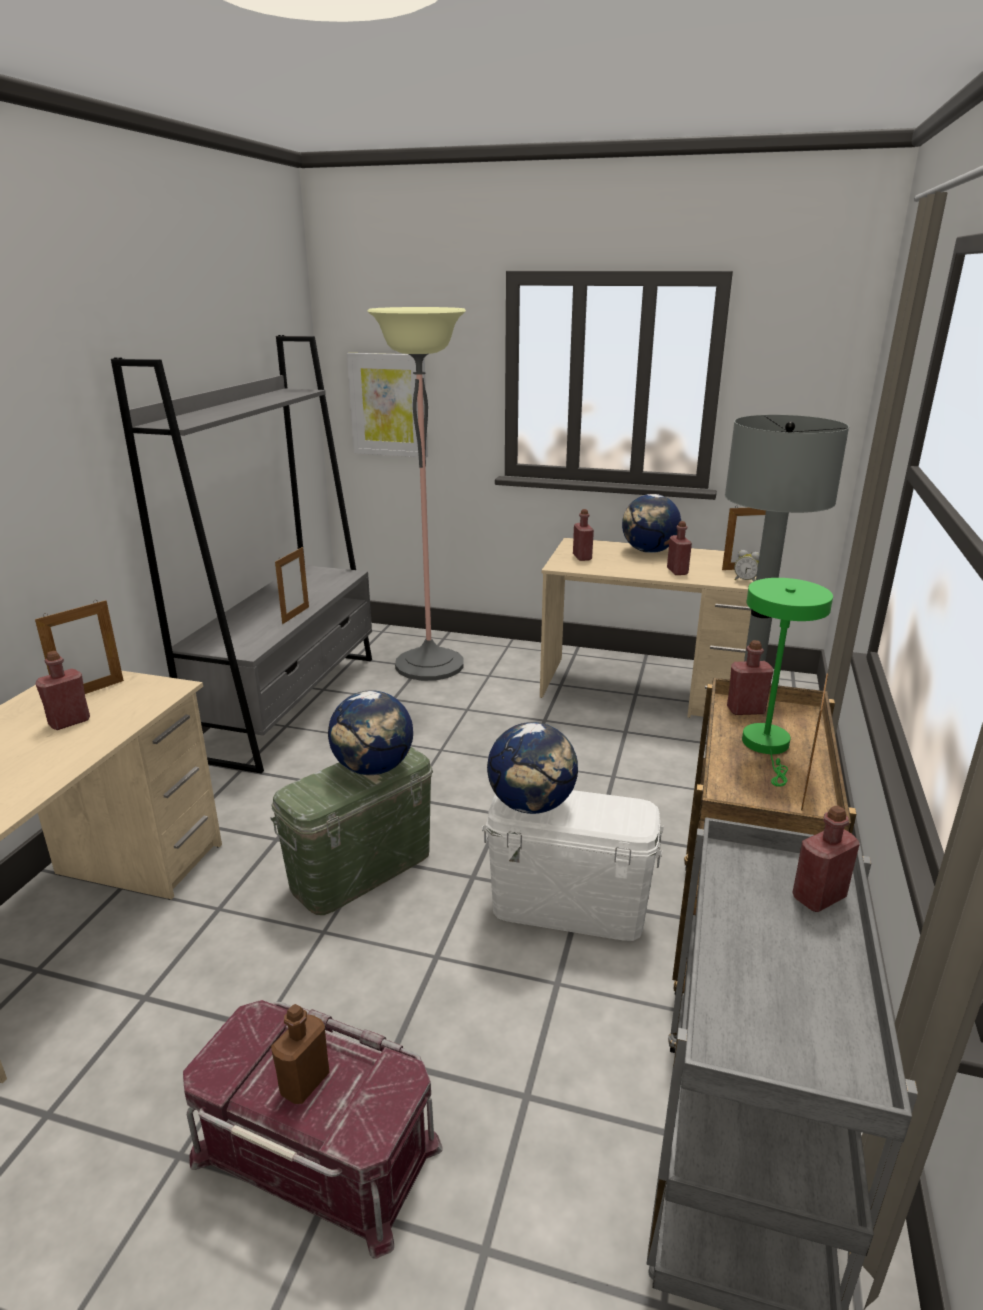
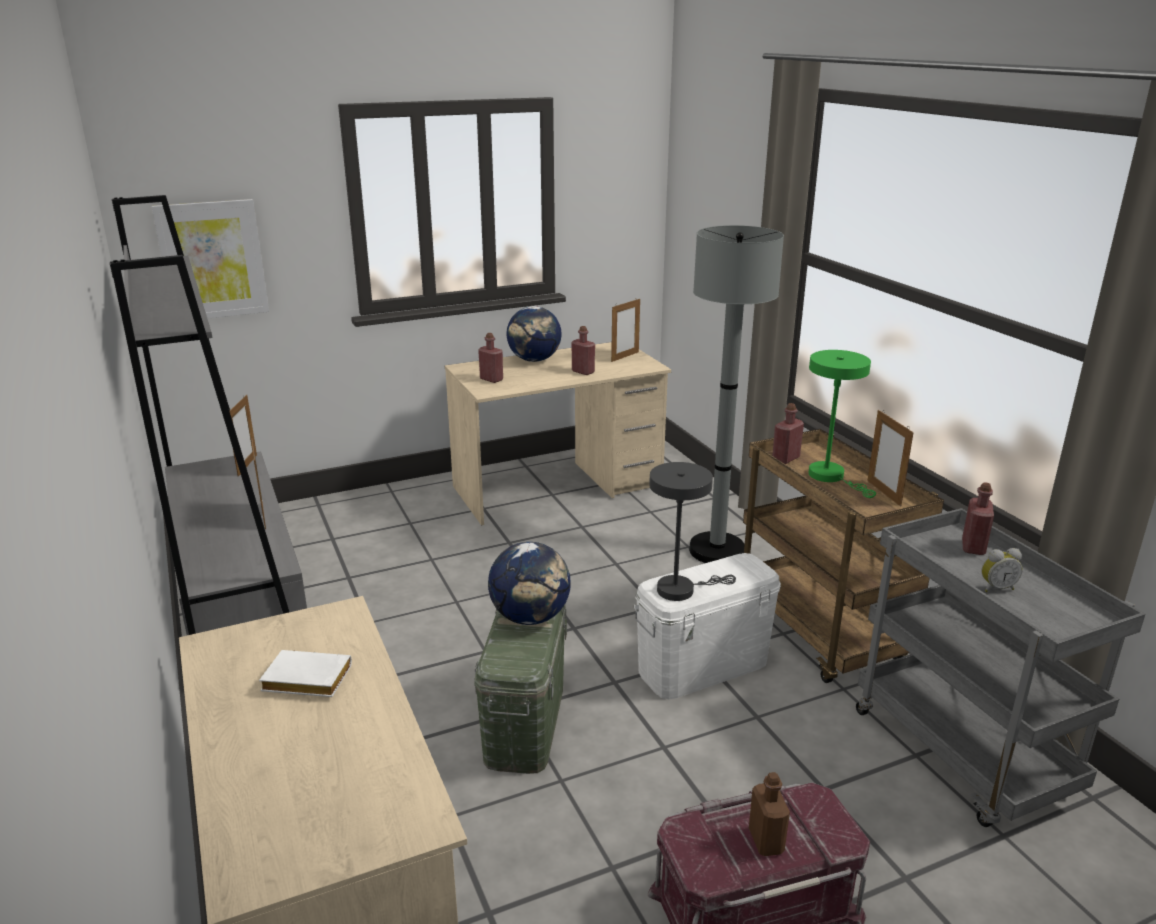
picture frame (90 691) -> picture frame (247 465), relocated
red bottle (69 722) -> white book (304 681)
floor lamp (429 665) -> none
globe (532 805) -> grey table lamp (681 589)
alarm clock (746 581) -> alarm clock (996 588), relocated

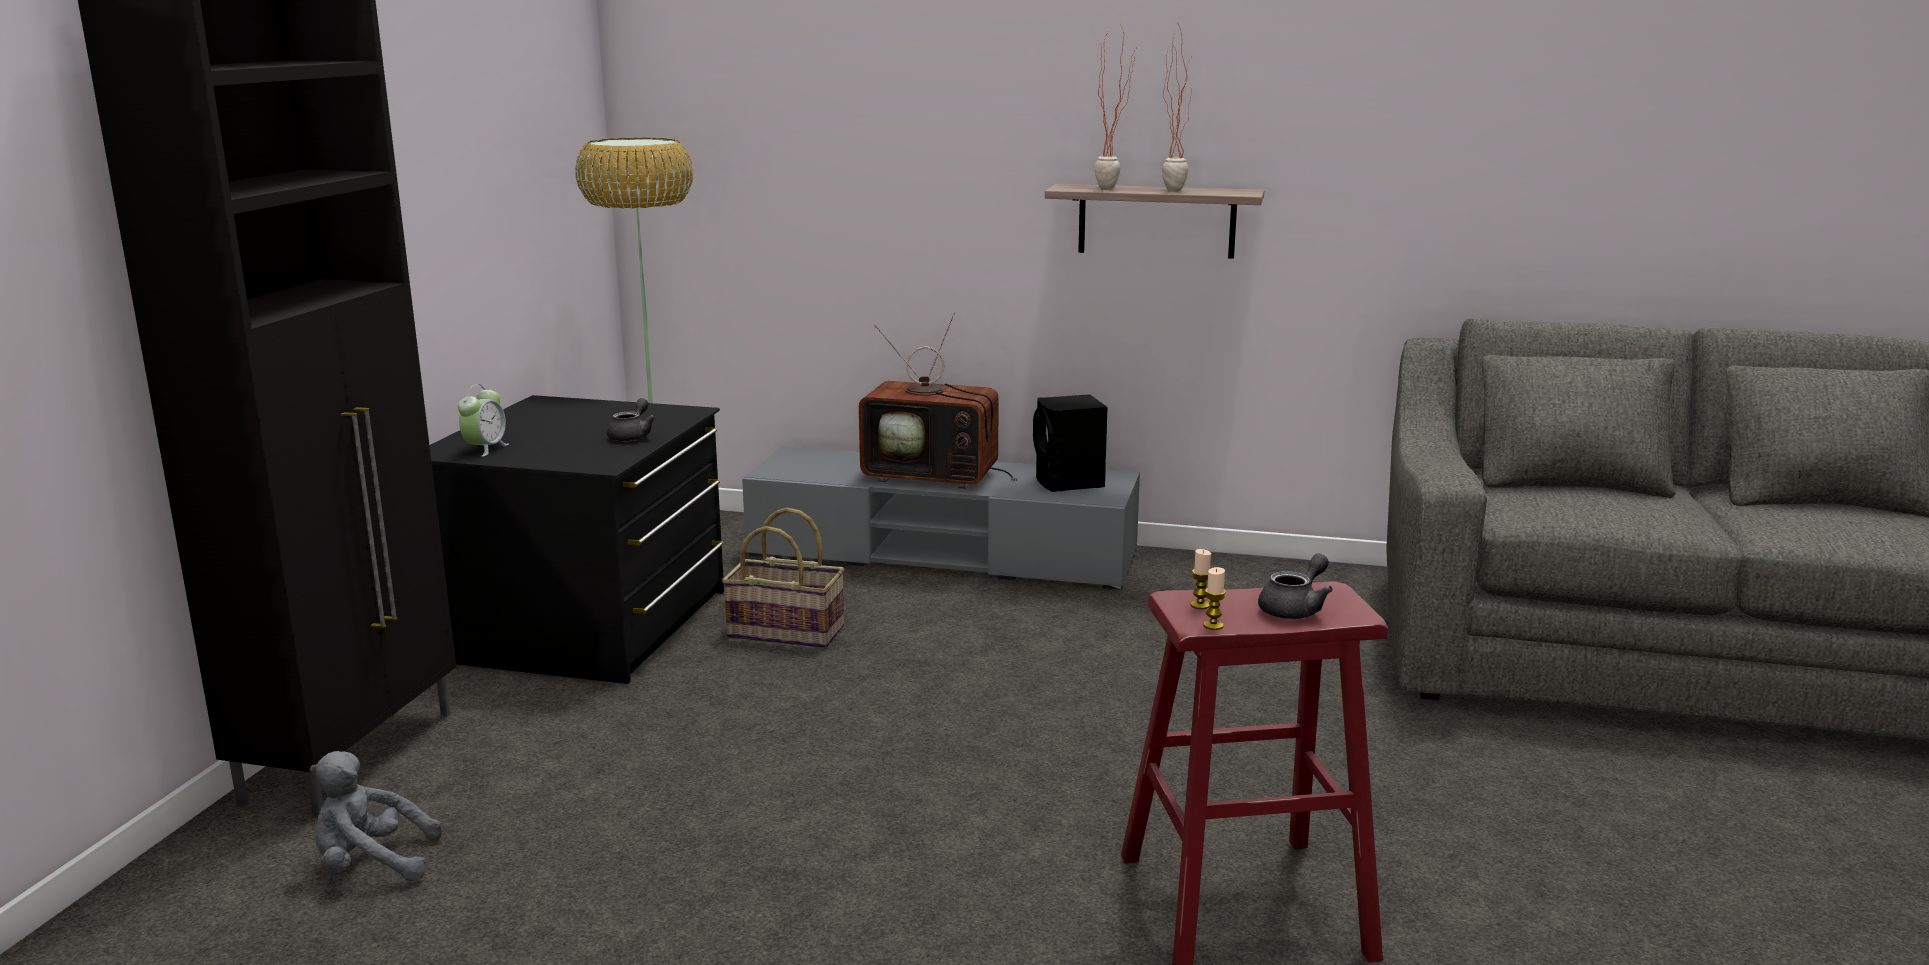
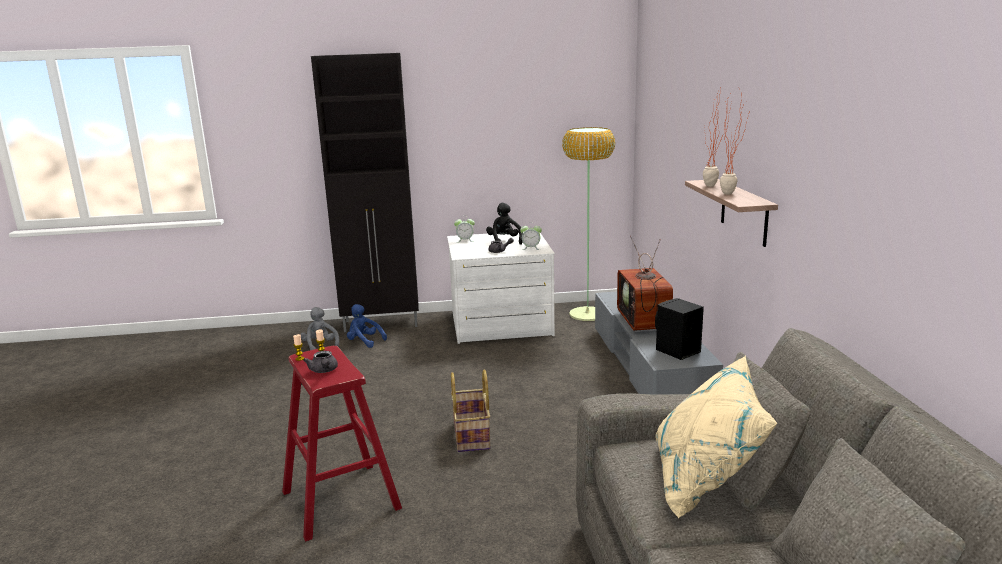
black dresser (589 625) -> white dresser (501 324)
basket (787 631) -> basket (472 435), relocated
grey teapot (1295 609) -> grey teapot (324 371), 45 degrees clockwise
none -> blue plush toy (364 342)
none -> black plush toy (504 241)
none -> alarm clock (531 248)
none -> beige pillow (705 481)

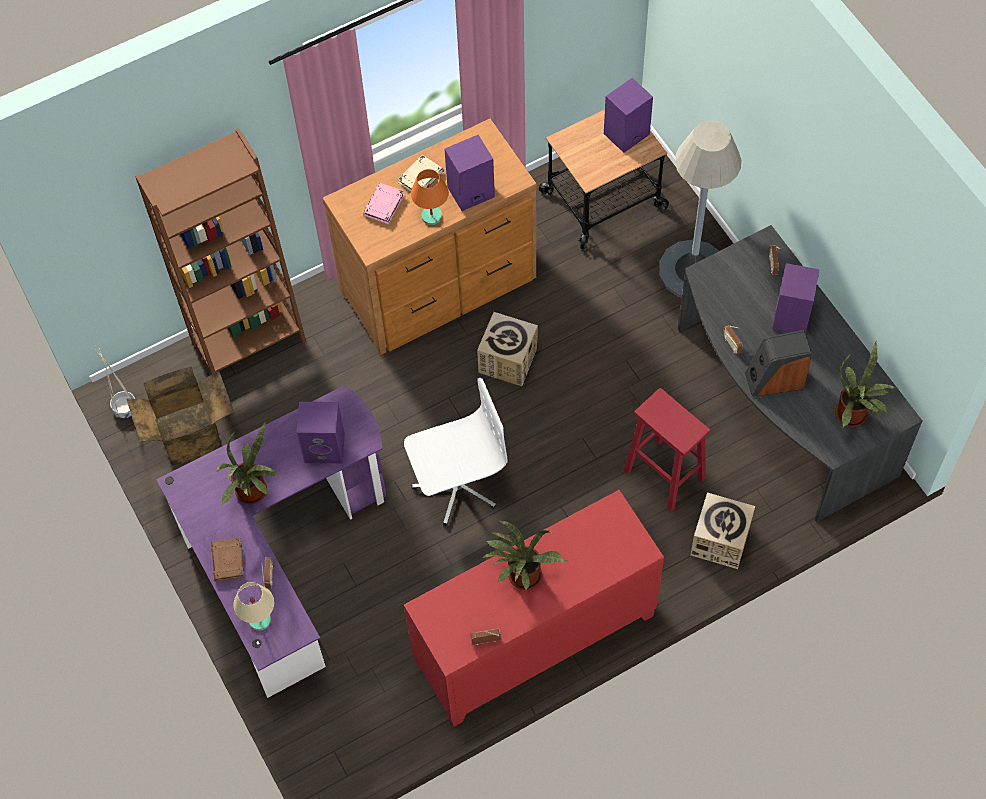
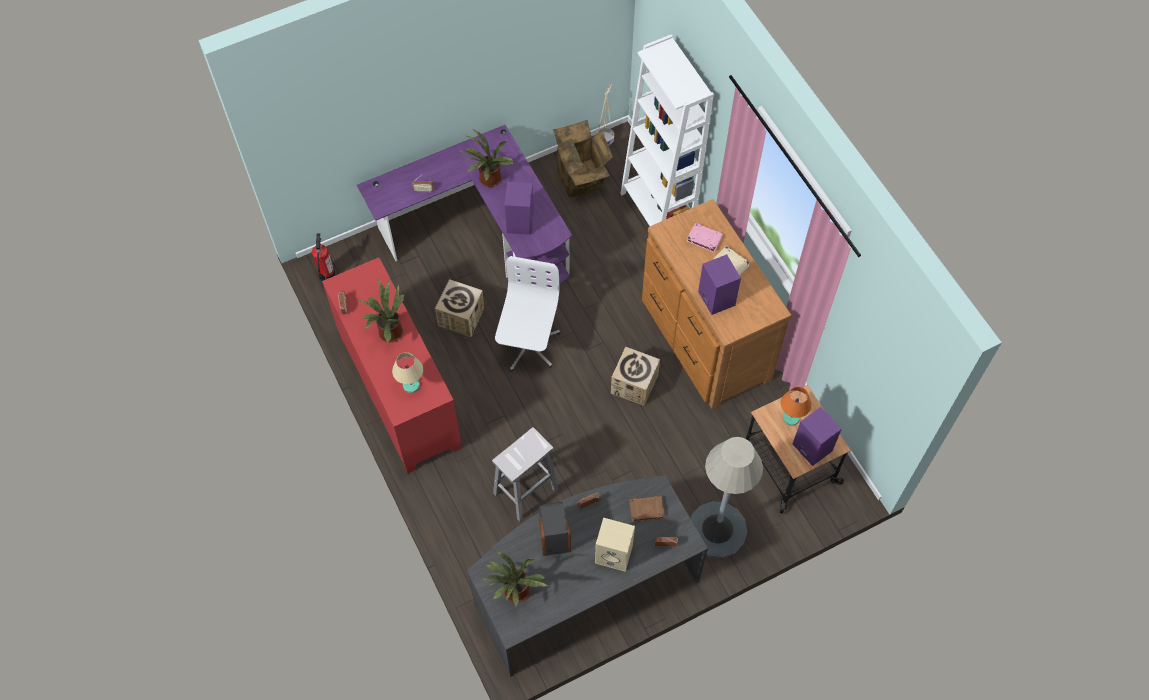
brown bookcase (249 342) -> white bookcase (657 212)
brown book (228 561) -> brown book (646 509), relocated
beige table lamp (260 620) -> beige table lamp (411 385), relocated
white office chair (456 485) -> white office chair (528 345), 150 degrees counterclockwise
orange table lamp (432 216) -> orange table lamp (791 418), relocated
red stool (663 474) -> white stool (526 490)
cardboard box (720 540) -> cardboard box (461 317), relocated
purple speaker (790 315) -> beige speaker (615 554)
none -> fire extinguisher (327 275)

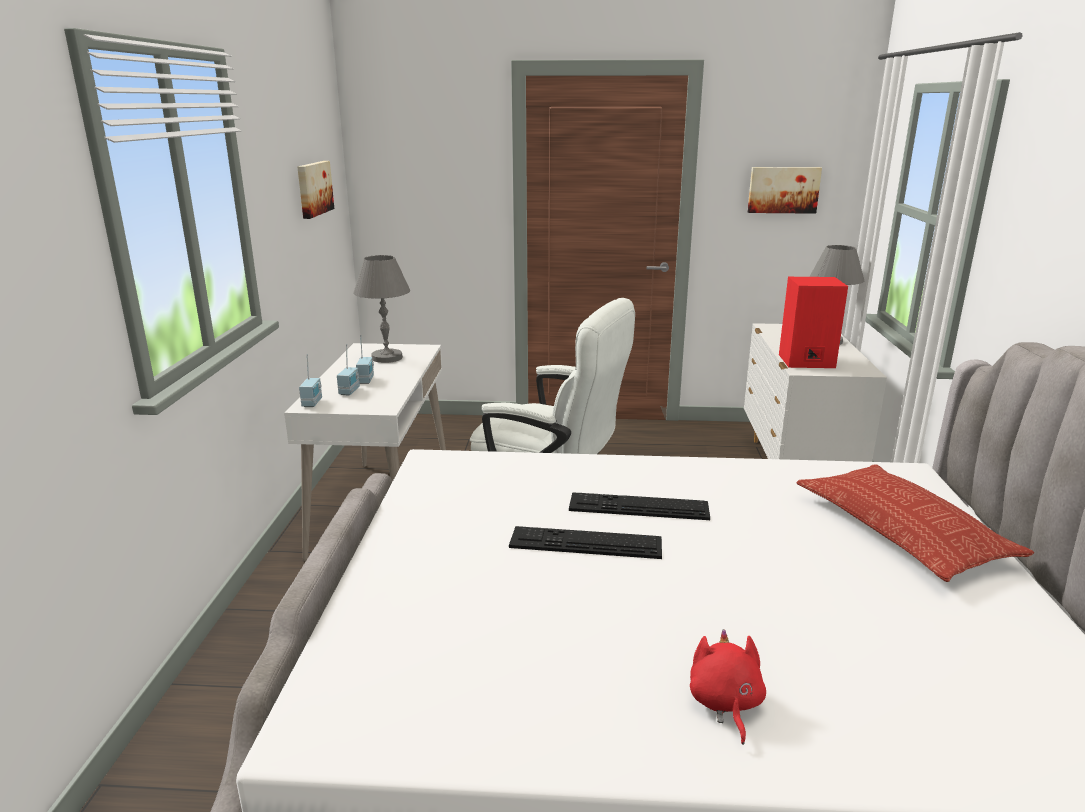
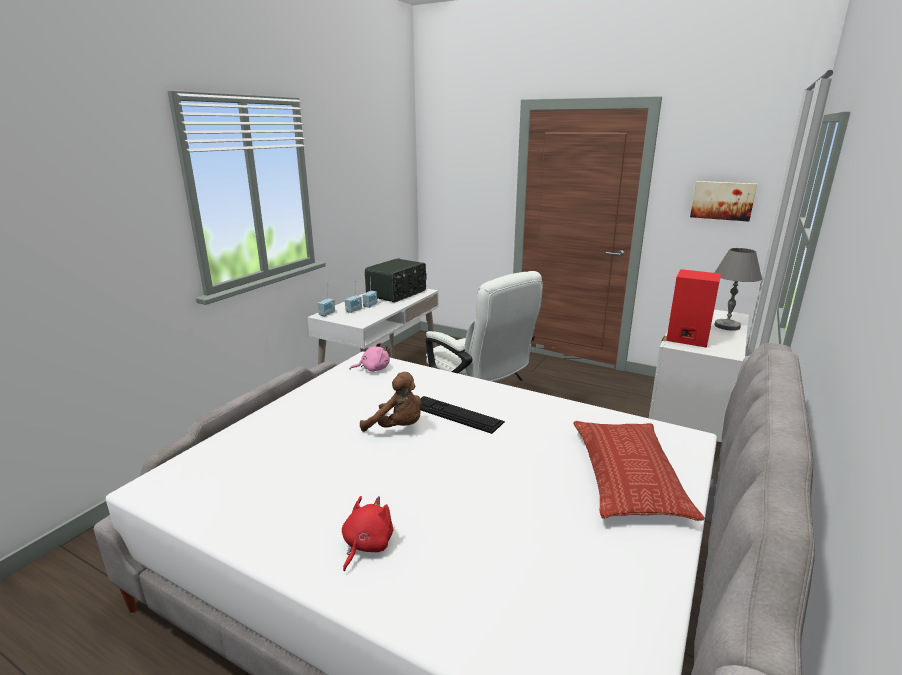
picture (313 188) -> none
grey table lamp (387 357) -> radio (397 293)
keyboard (586 542) -> brown plush toy (397 427)
none -> pink plush toy (373 369)

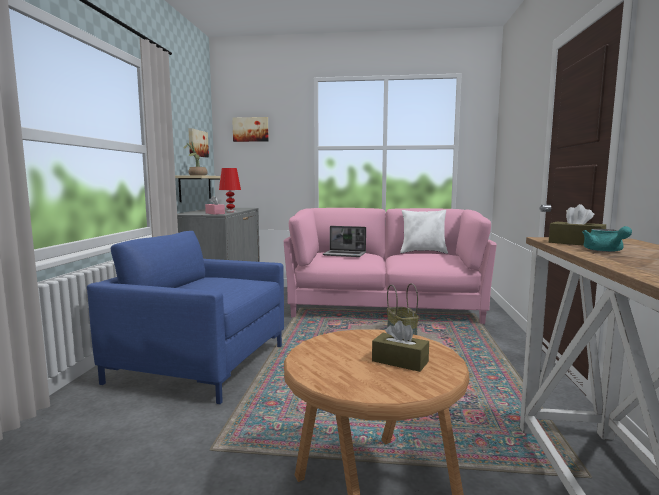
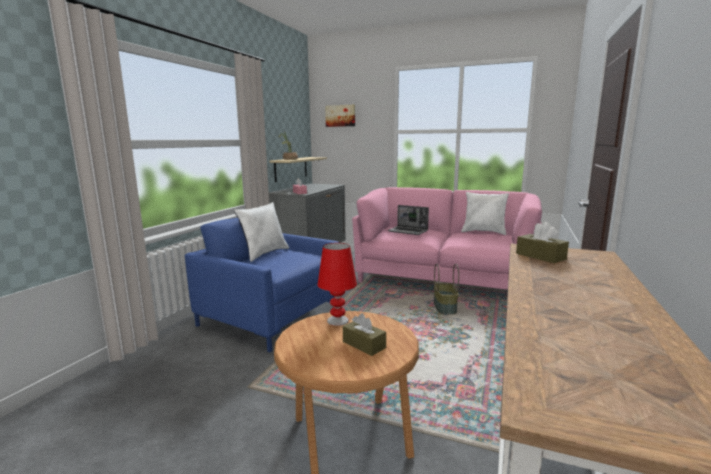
picture (197 143) -> none
red table lamp (230 211) -> red table lamp (337 320), relocated
turquoise teapot (605 251) -> none
none -> white pillow (264 253)

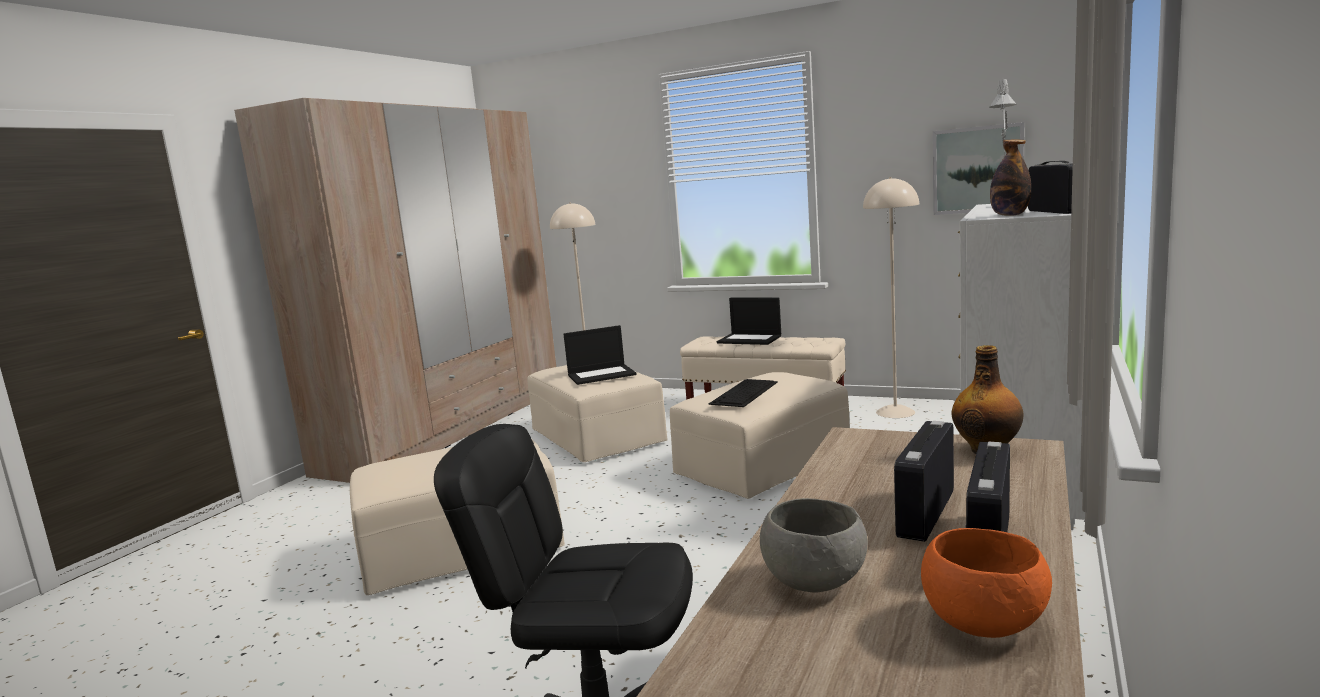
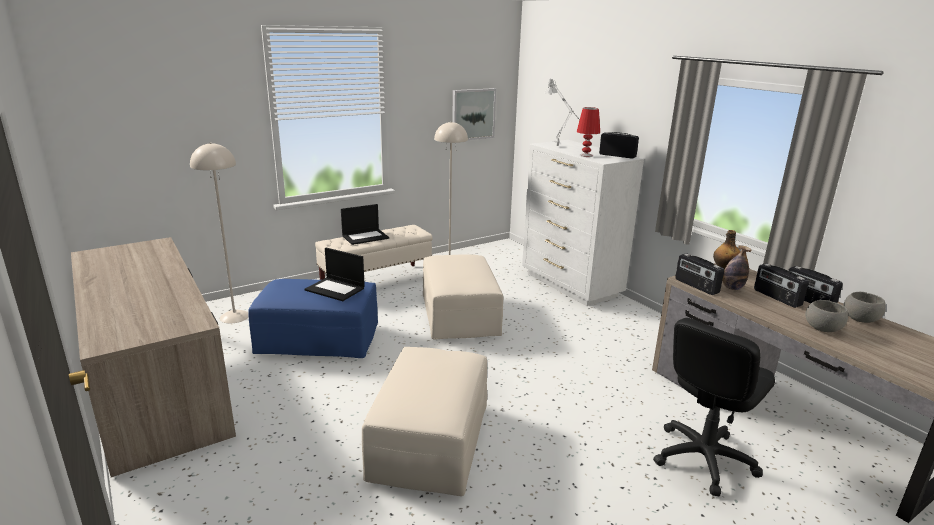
beige wardrobe (451 428) -> brown desk (156 385)
beige ottoman (597 437) -> blue ottoman (319 339)
laptop (602 375) -> laptop (336 289), 105 degrees clockwise
keyboard (744 393) -> none
orange bowl (983 623) -> grey bowl (859 319)
bottle (1009 215) -> bottle (732 288), relocated
none -> red table lamp (586 155)
none -> radio (696 286)

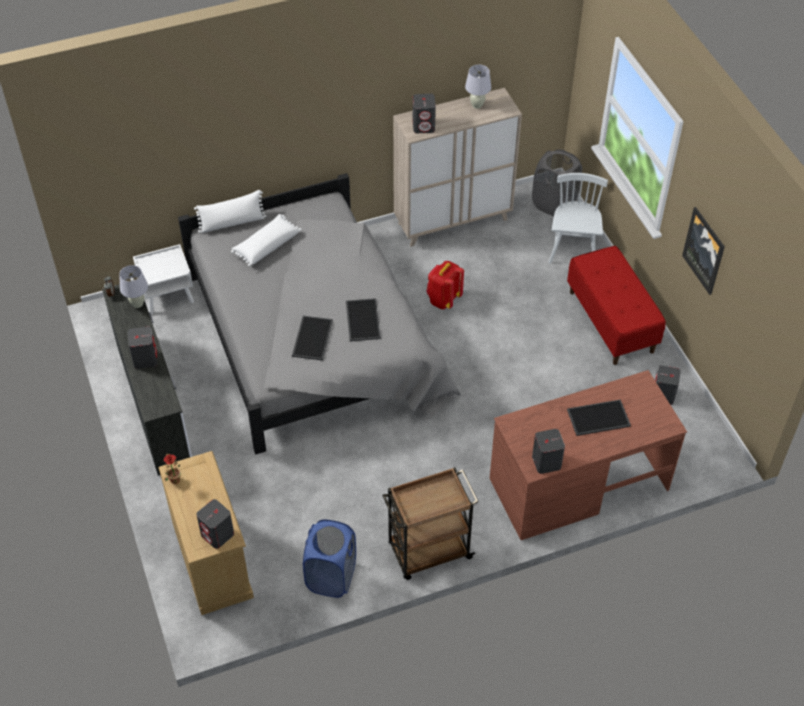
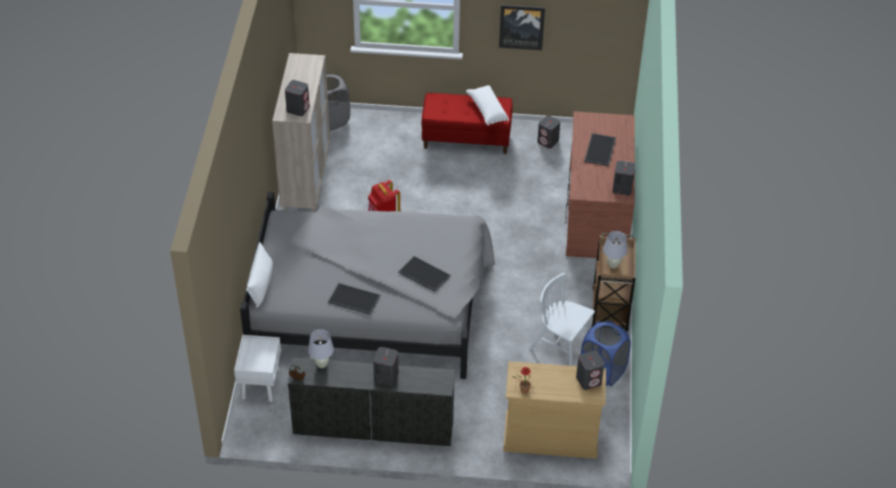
white pillow (266 245) -> white pillow (487 110), relocated
tray (362 319) -> tray (353 299), relocated
white table lamp (477 105) -> white table lamp (613 265), relocated
white chair (573 247) -> white chair (561 345), relocated

